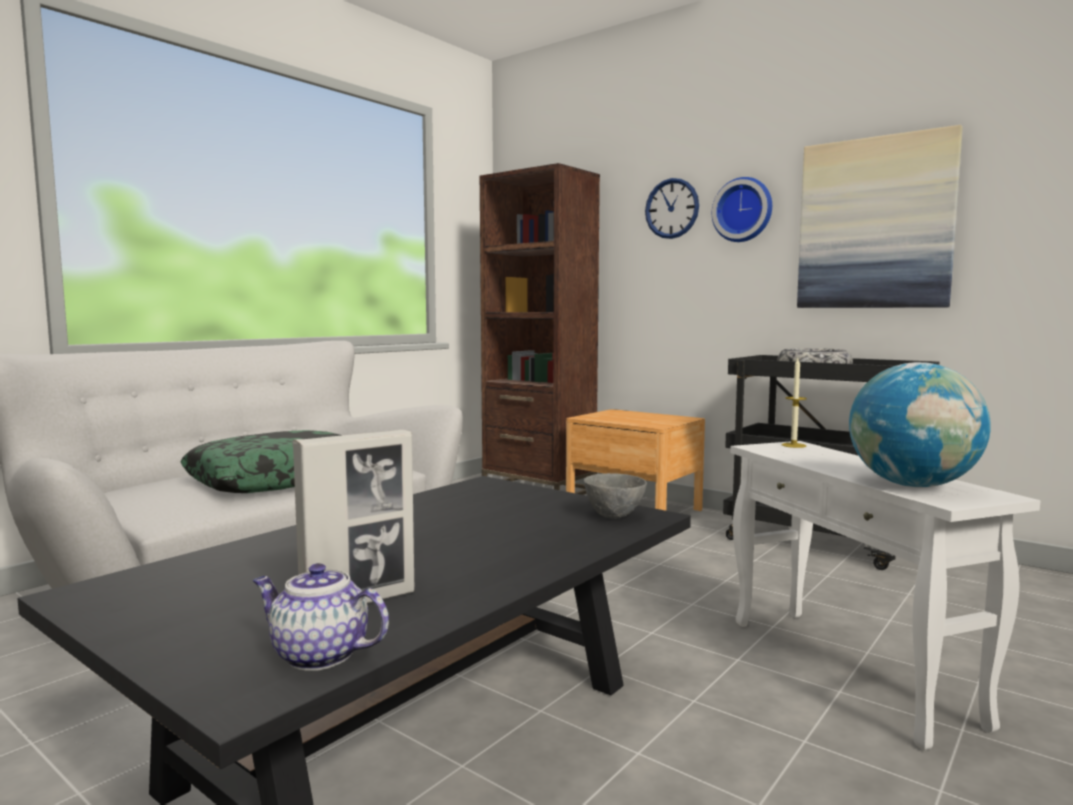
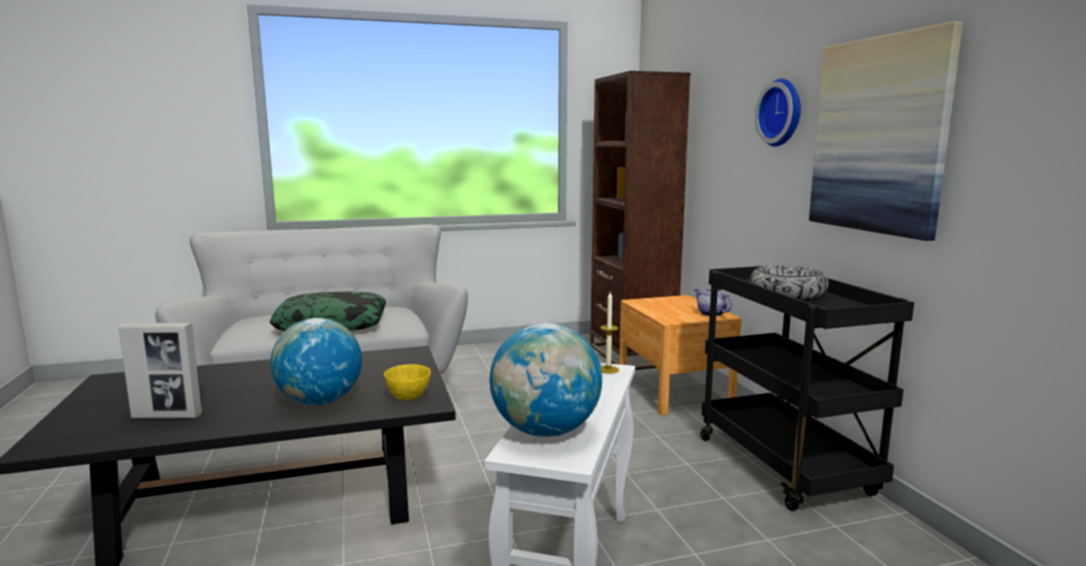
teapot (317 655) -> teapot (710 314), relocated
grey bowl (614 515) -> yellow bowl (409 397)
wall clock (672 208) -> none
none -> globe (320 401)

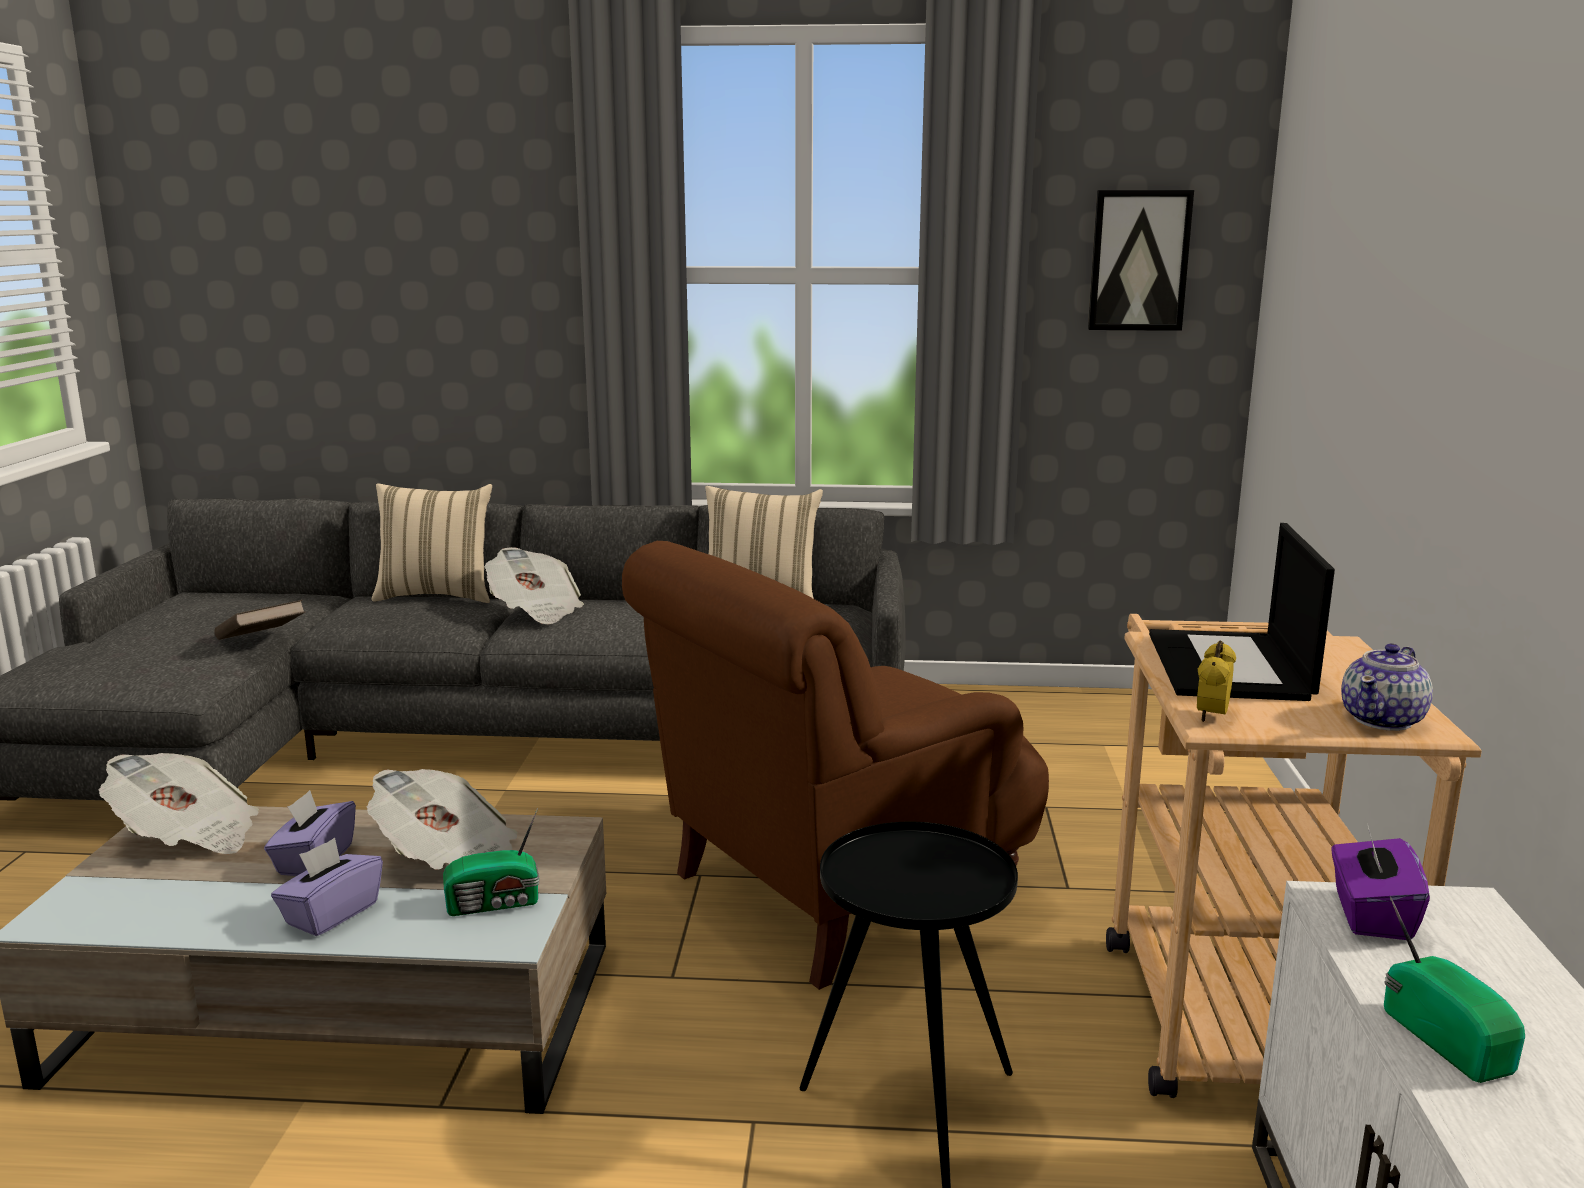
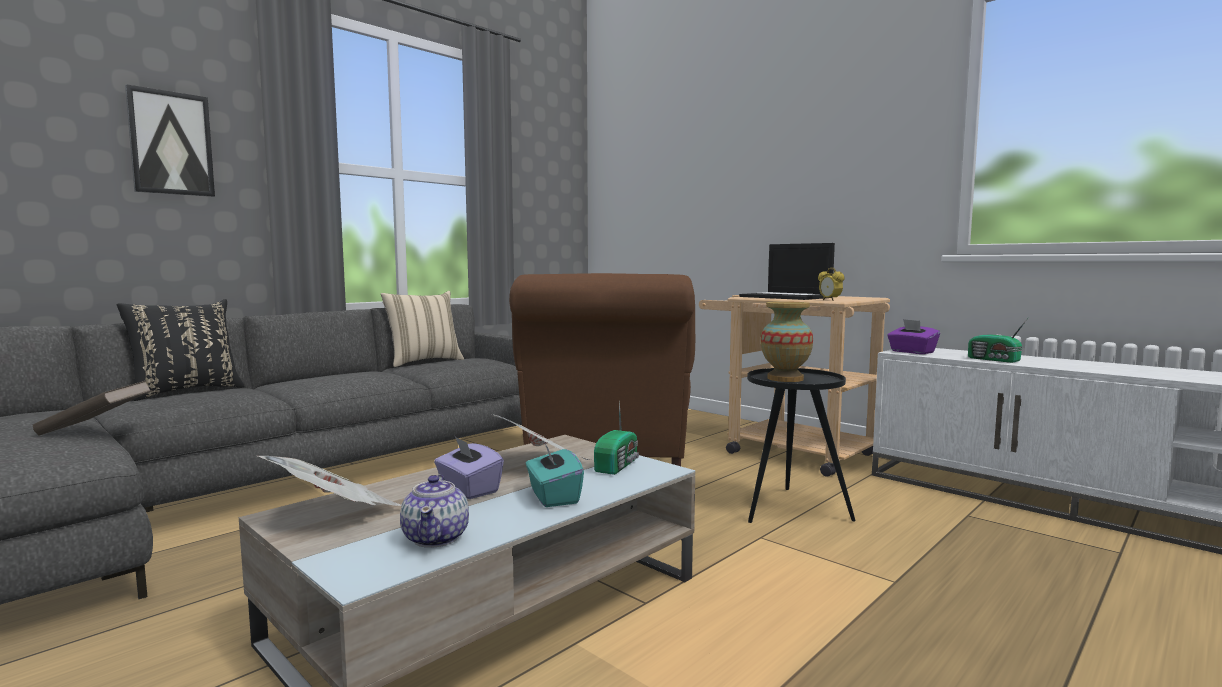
purple tissue box (331 914) -> turquoise tissue box (553 496)
beige pillow (437 595) -> black pillow (186 391)
newspaper (536 610) -> none
picture (1139 260) -> picture (171 143), relocated
teapot (1383 720) -> teapot (436 538), relocated
radio (1446 1039) -> radio (994 360), 150 degrees counterclockwise
none -> vase (785 379)

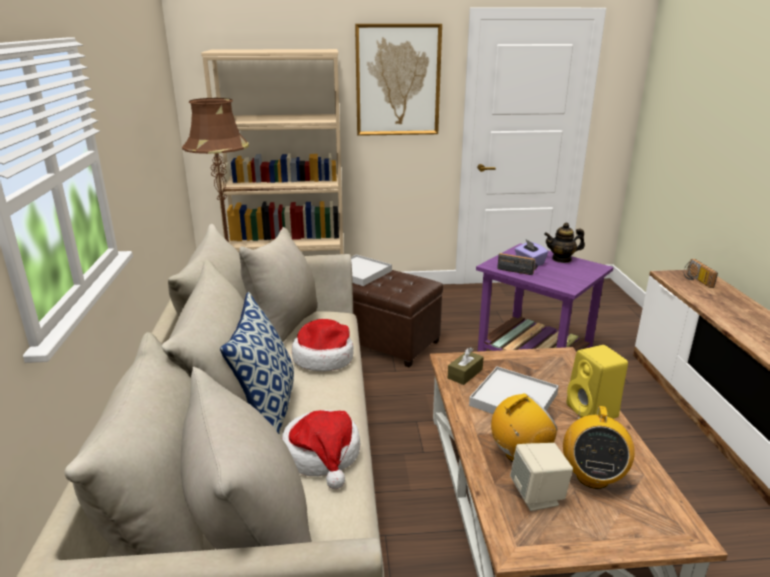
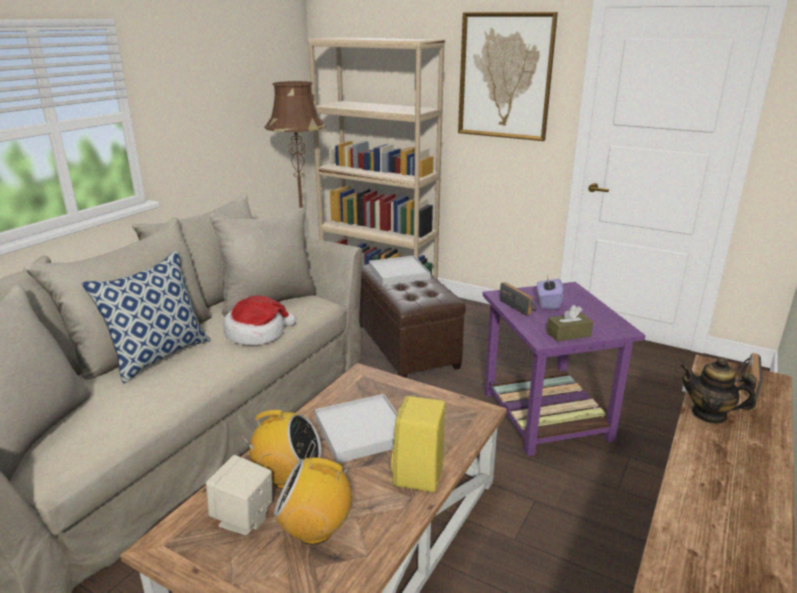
hat (323 455) -> none
brown tissue box (465 374) -> brown tissue box (568 334), relocated
teapot (562 259) -> teapot (709 414), relocated
radio (592 477) -> radio (315 530), 45 degrees clockwise

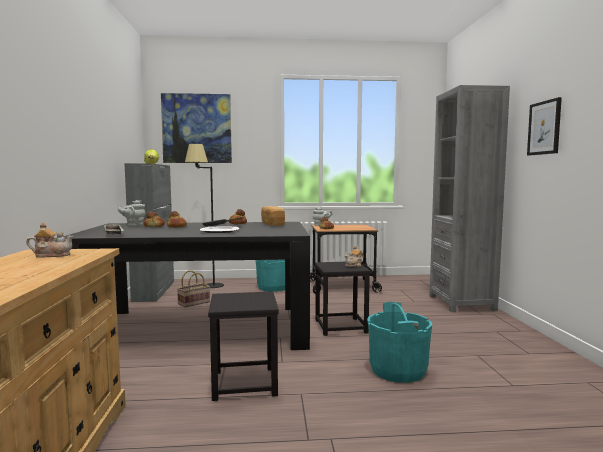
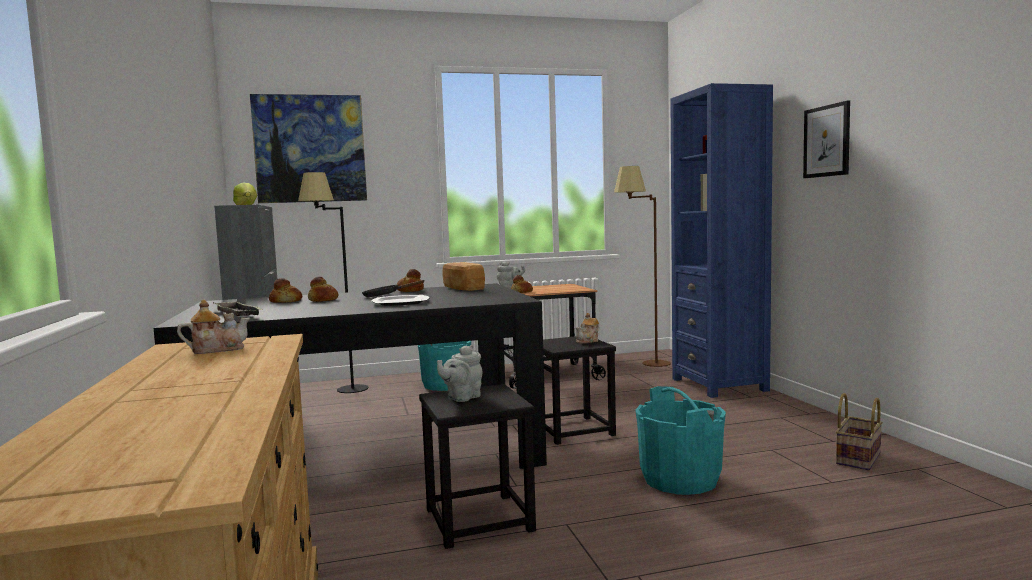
grey teapot (133 225) -> grey teapot (462 398), relocated
basket (194 303) -> basket (857 458), relocated
grey bookcase (461 303) -> blue bookcase (719 384)
none -> brown floor lamp (643 363)

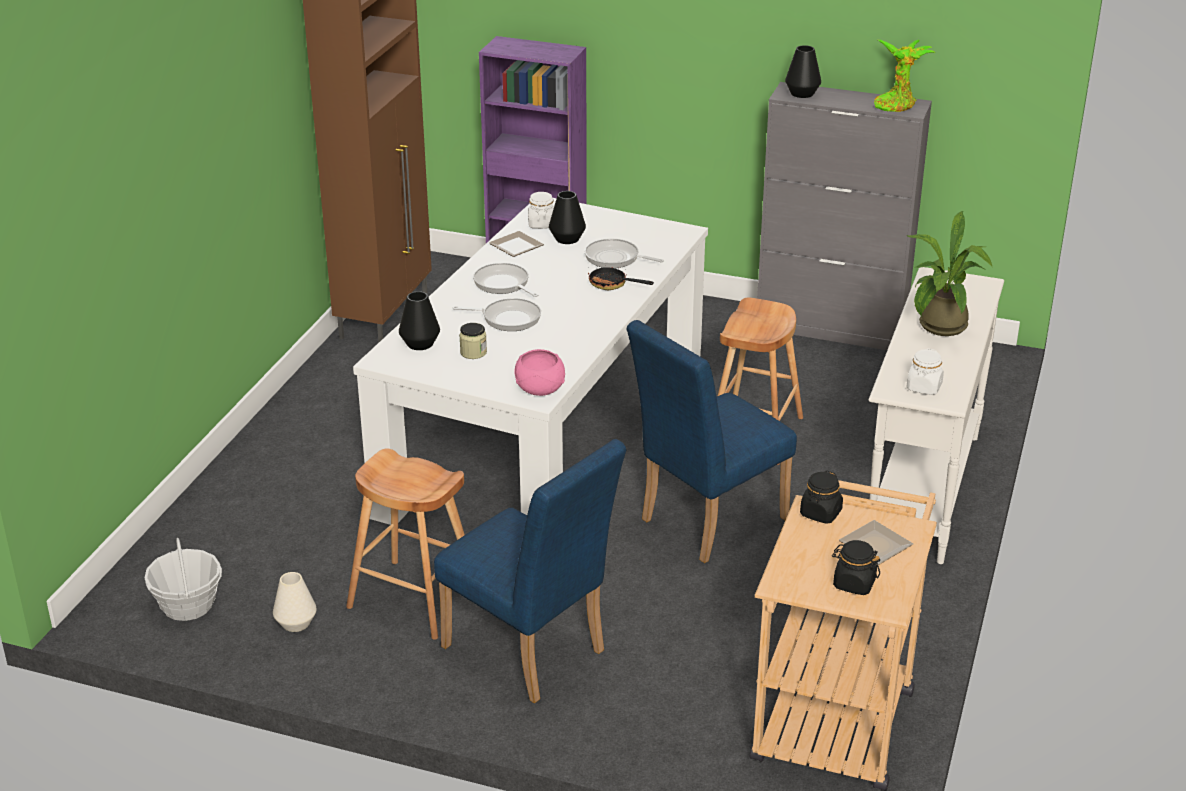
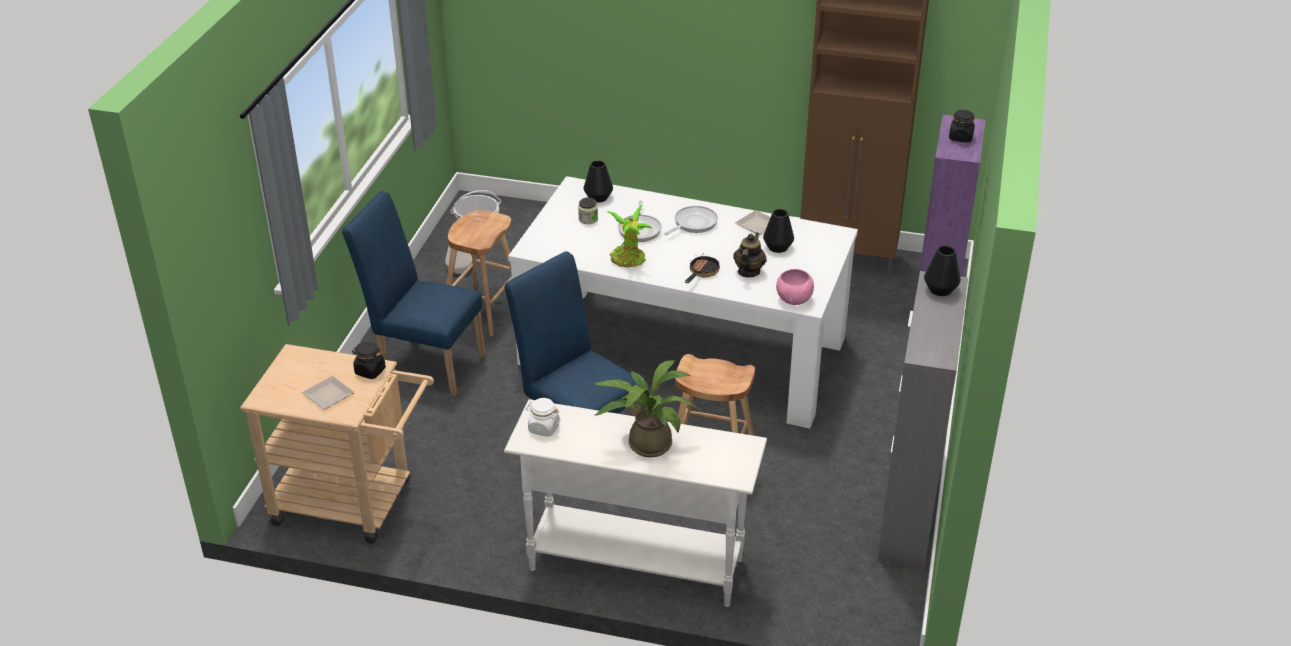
blue chair (531 655) -> blue chair (424 363), 75 degrees clockwise
pink bowl (539 389) -> pink bowl (794 299), relocated
white jar (541 224) -> none
frying pan (615 258) -> teapot (748 272)
black jar (854 584) -> black jar (960 137), relocated
potted plant (896 104) -> potted plant (629 260), relocated

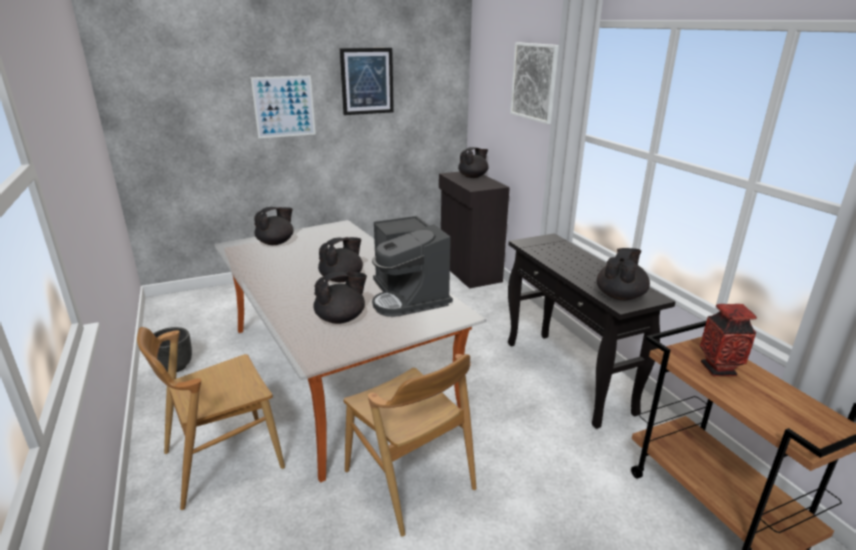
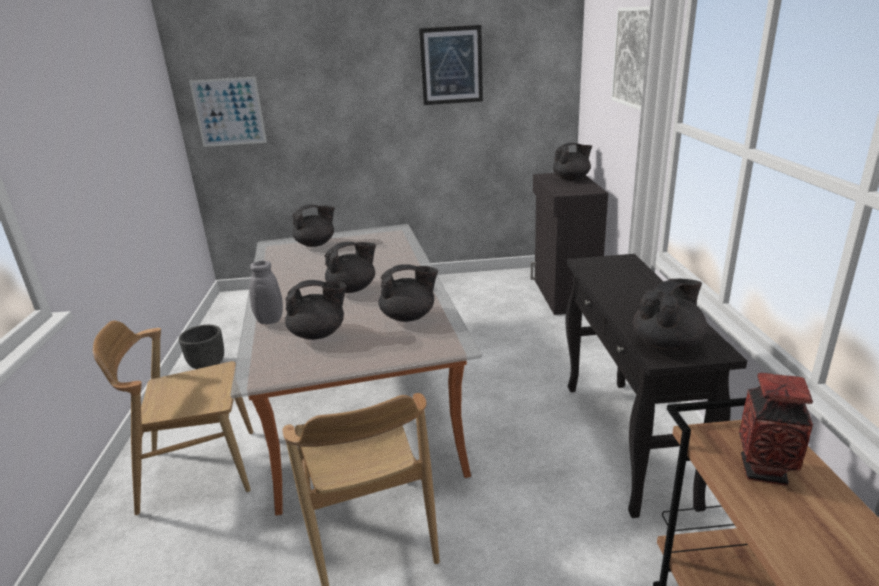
picture (284 106) -> picture (229 112), relocated
coffee machine (408 297) -> black teapot (409 317)
none -> grey vase (268 322)

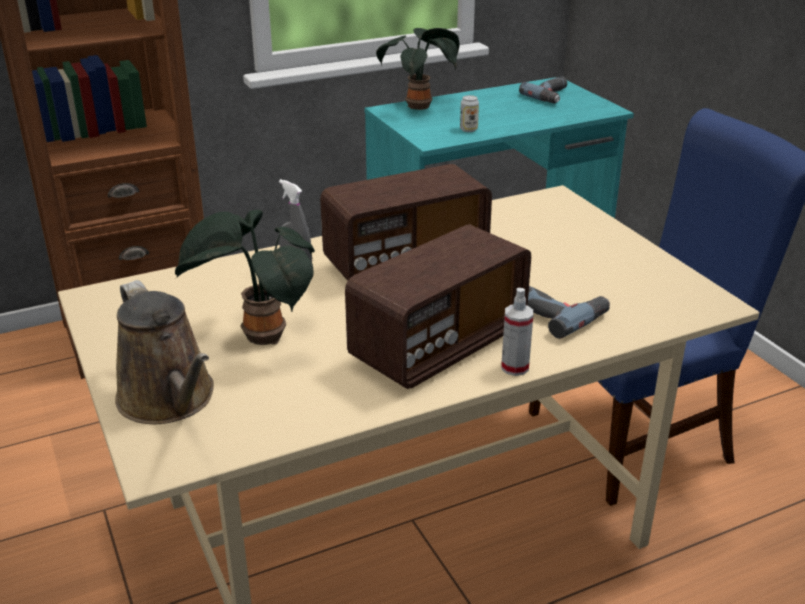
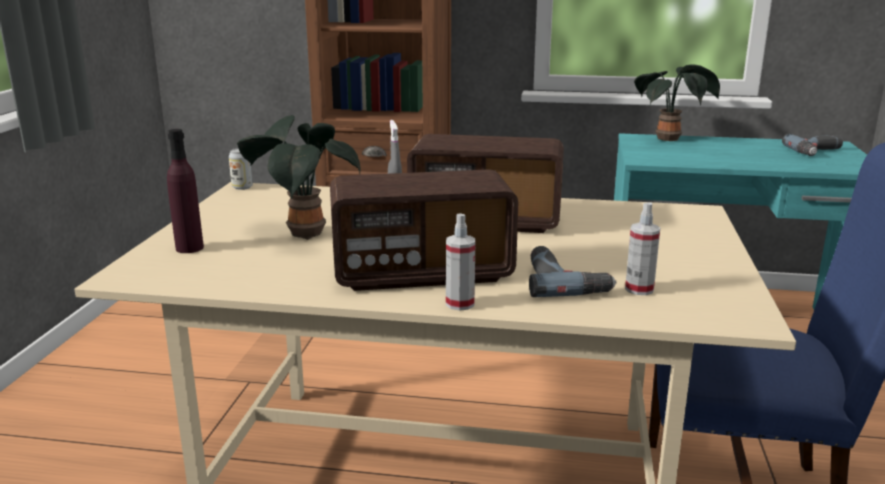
brown watering can (170 400) -> purple bottle (189 248)
can (468 129) -> can (242 187), relocated
none -> spray bottle (639 289)

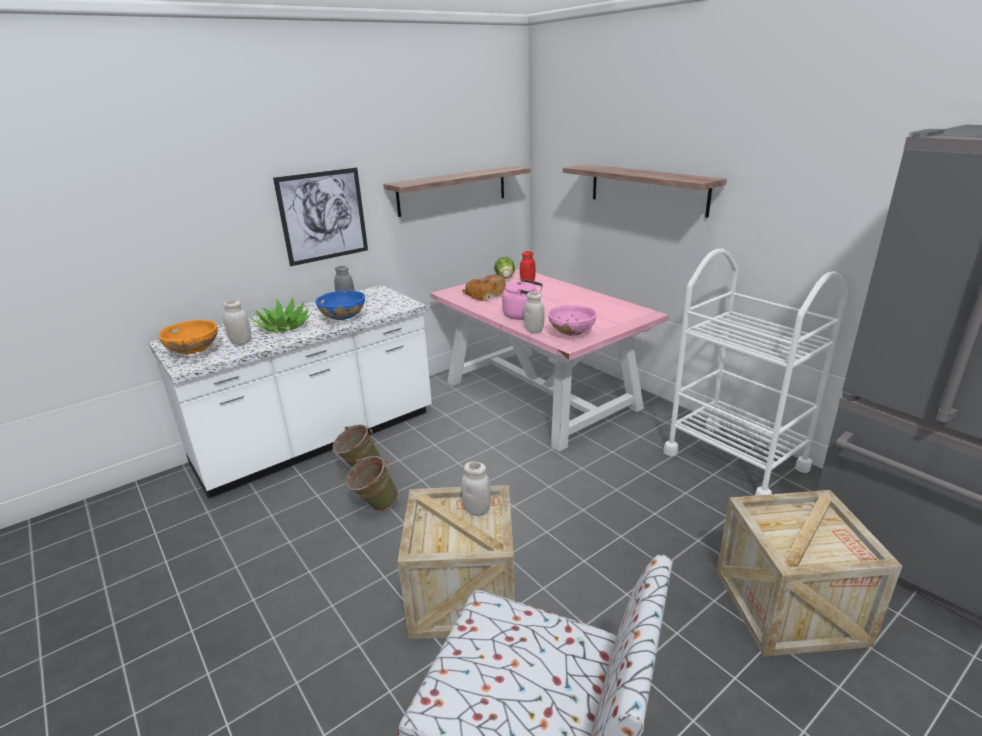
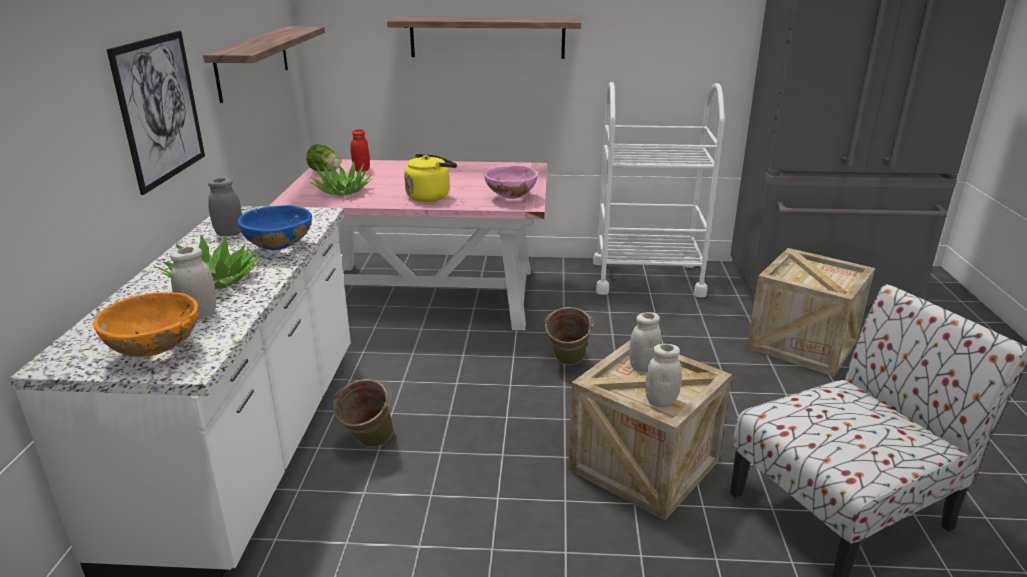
green bucket (374 506) -> green bucket (567 363), relocated
bread (485 295) -> potted plant (342 191)
pink kettle (523 315) -> yellow kettle (430 196)
white jar (534 330) -> white jar (660 401), relocated

